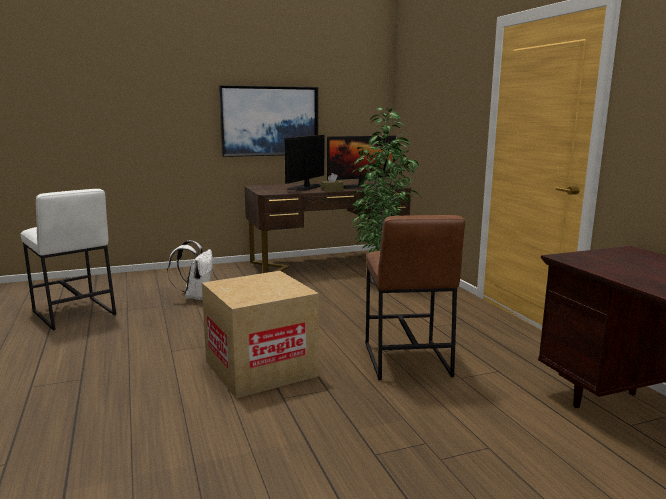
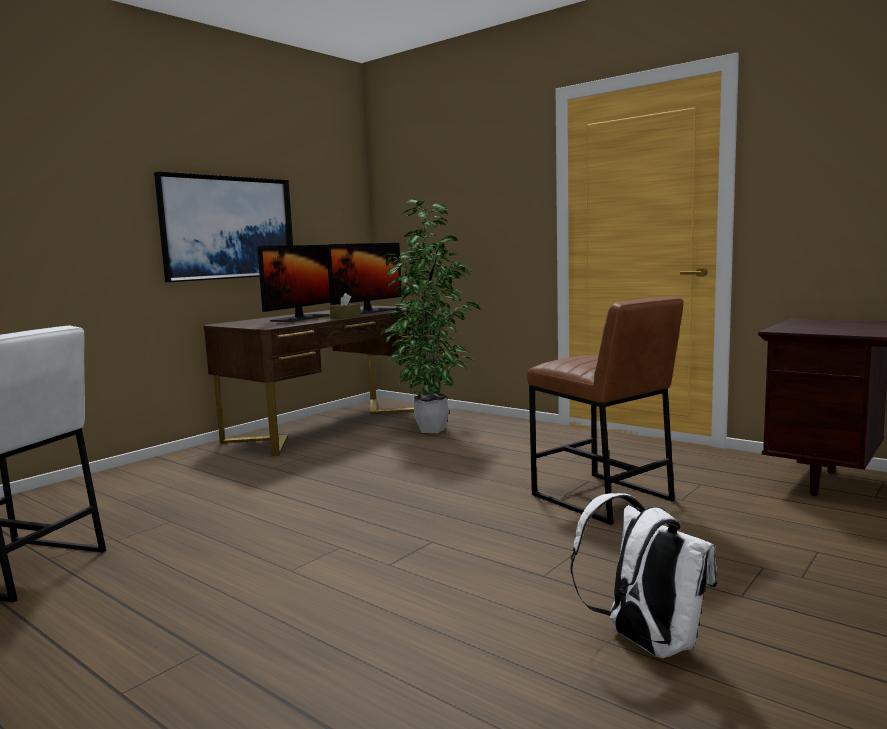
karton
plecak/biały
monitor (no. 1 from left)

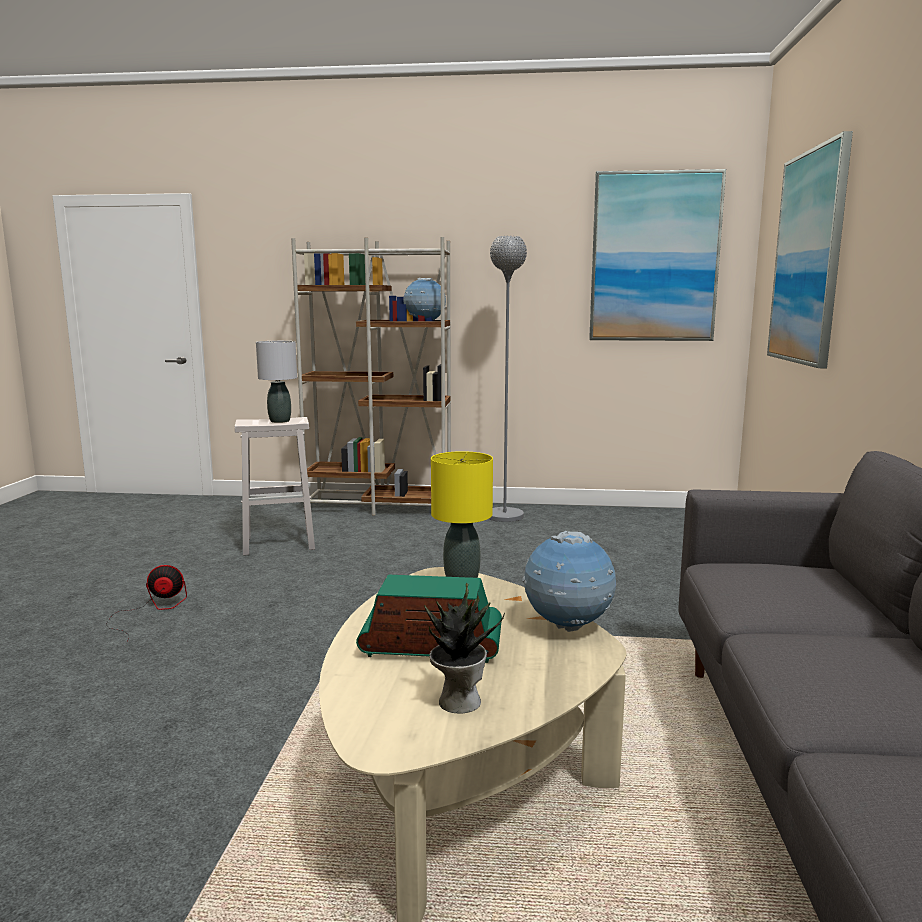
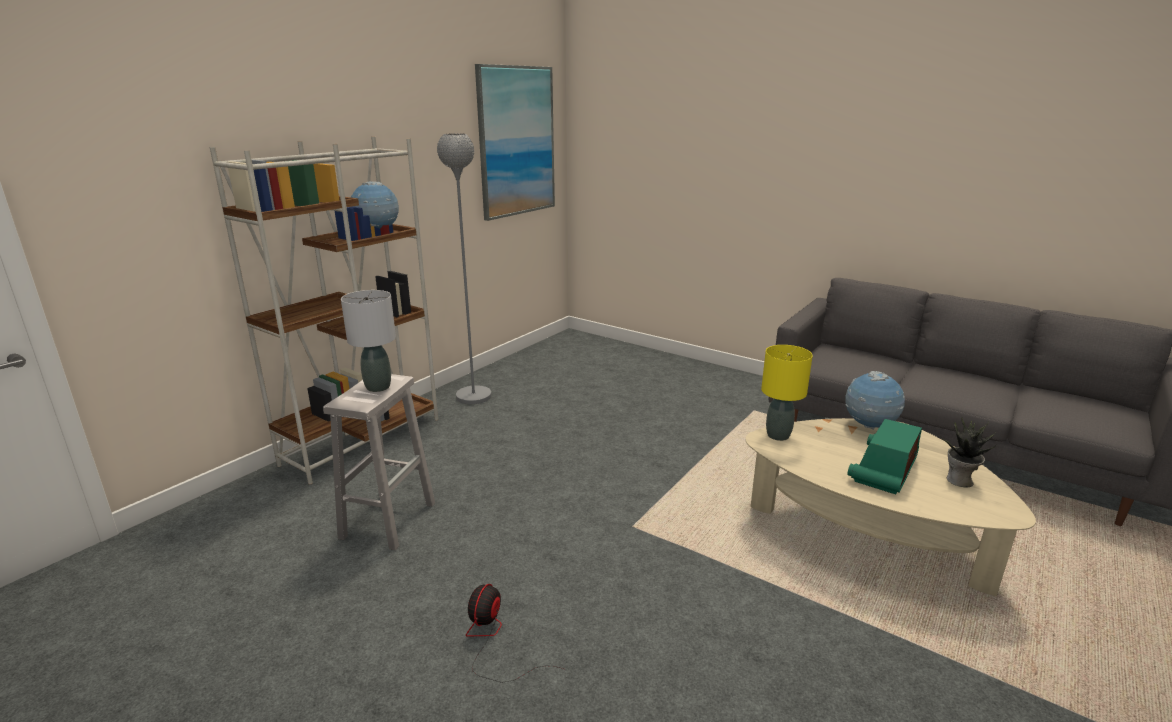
obraz (no. 2 from left in the first image)

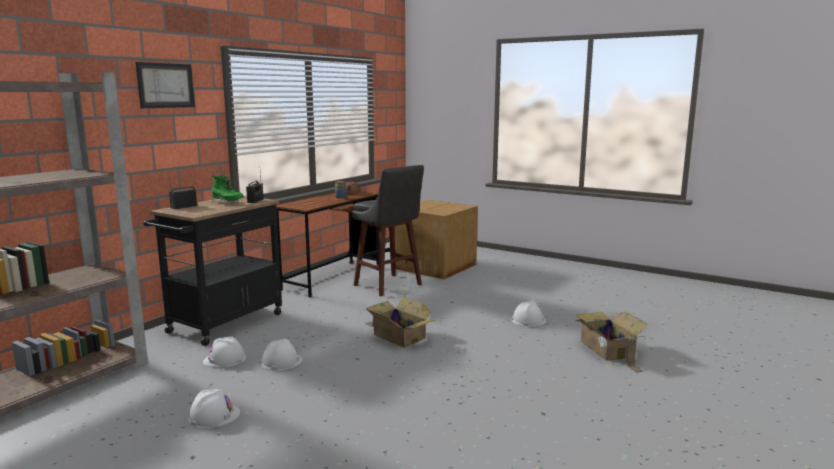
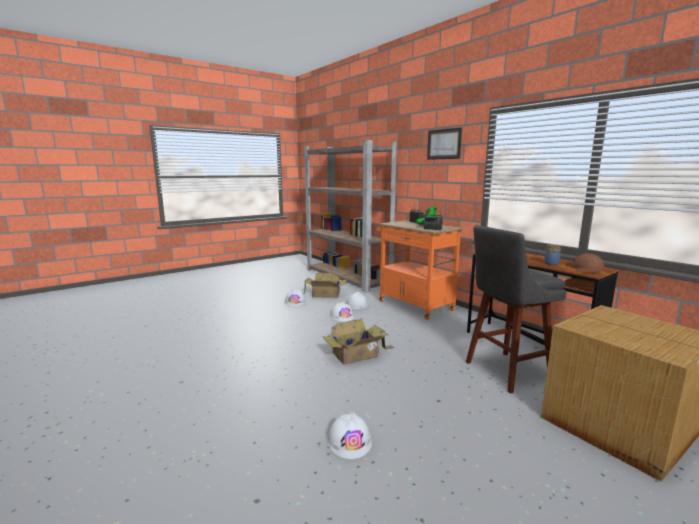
karton (no. 1 from left)
wózek/pomarańczowy

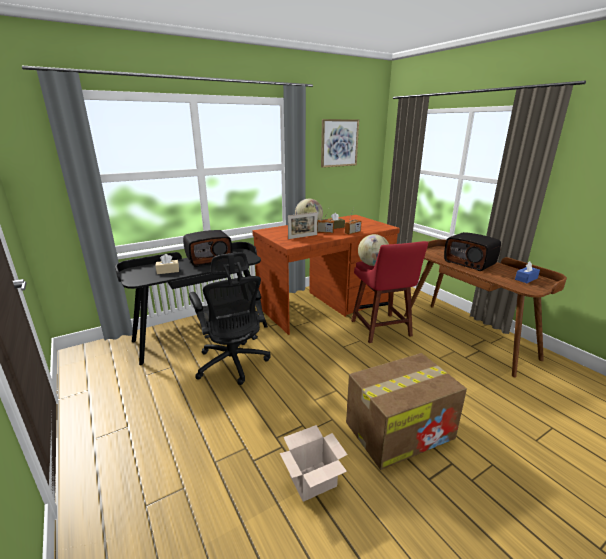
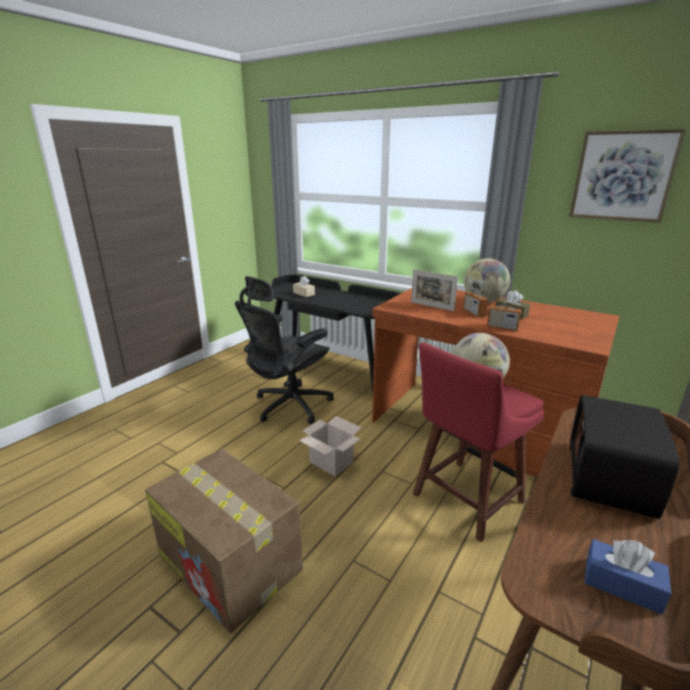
radio (no. 1 from left in the first image)
karton (no. 2 from left)

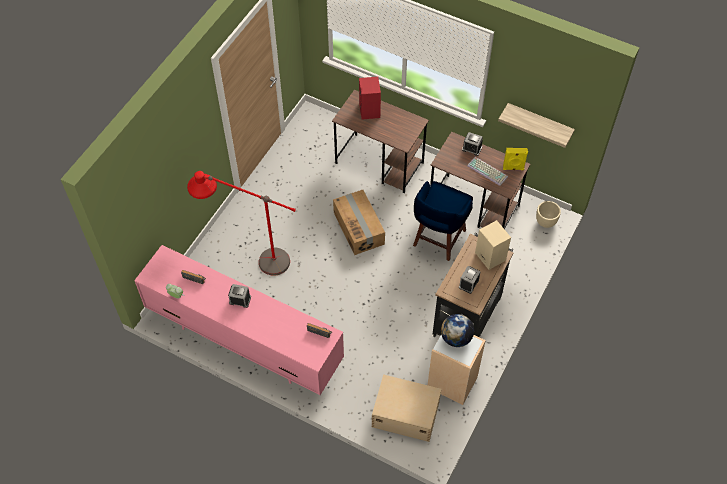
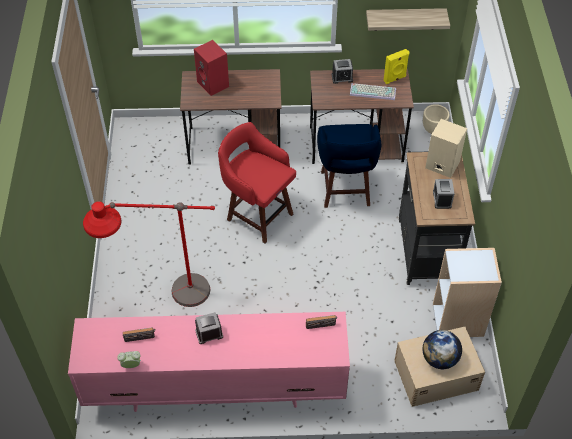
globus
stołek/czerwony

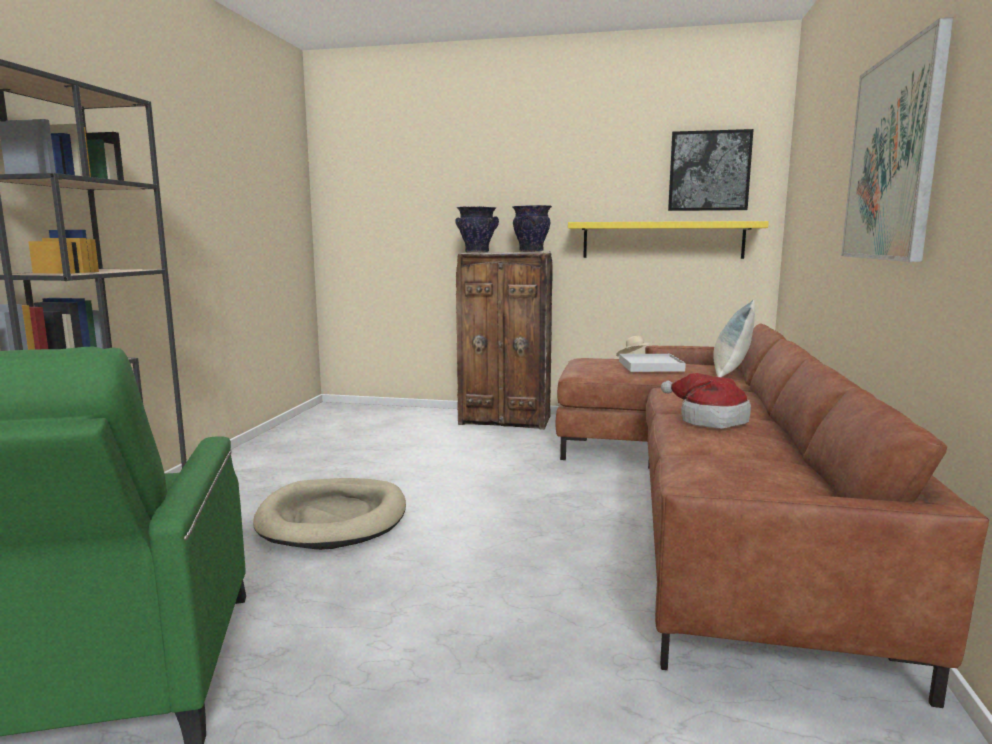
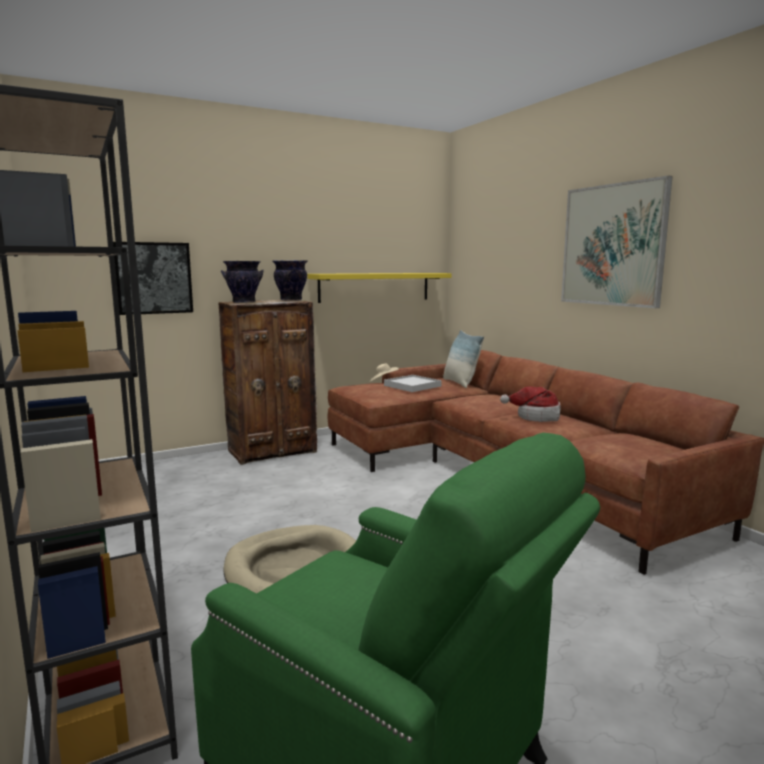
obraz (no. 1 from left)

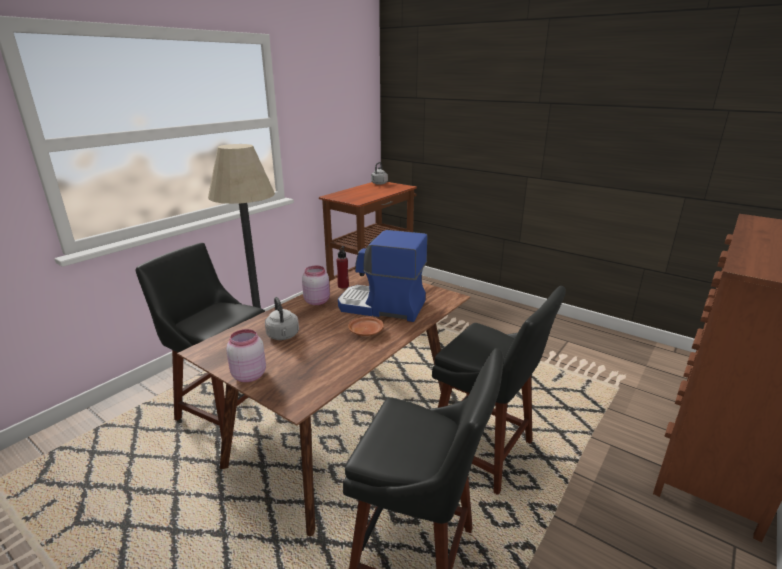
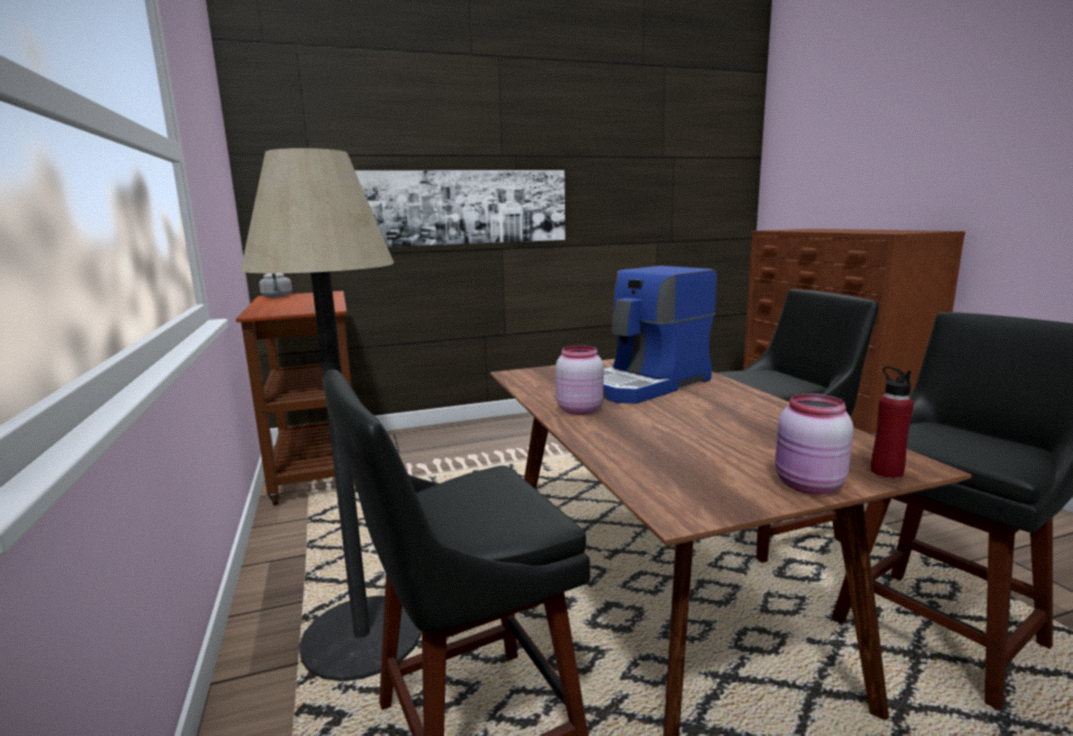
czajnik/szary (no. 1 from left in the first image)
talerz/brązowy
obraz
butelka/czerwony

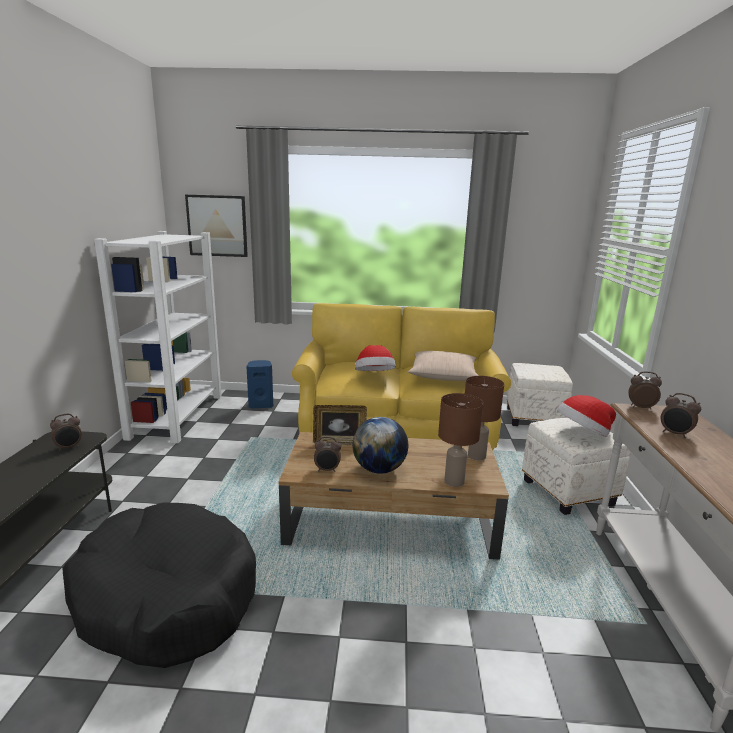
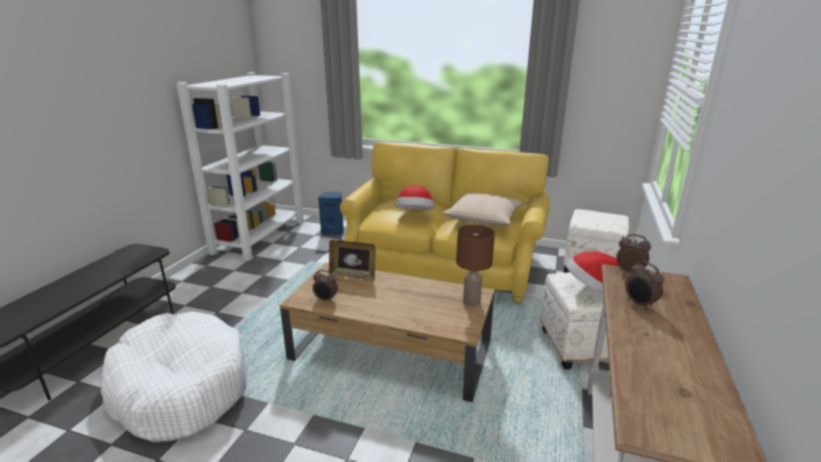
budzik (no. 1 from left in the first image)
obraz
globus
lampa stołowa/brązowy (no. 1 from left in the first image)
legowisko/biały

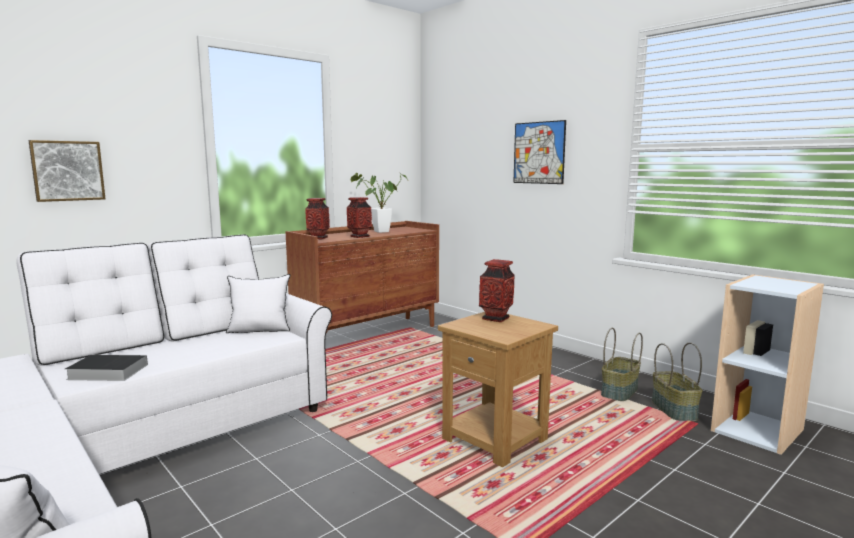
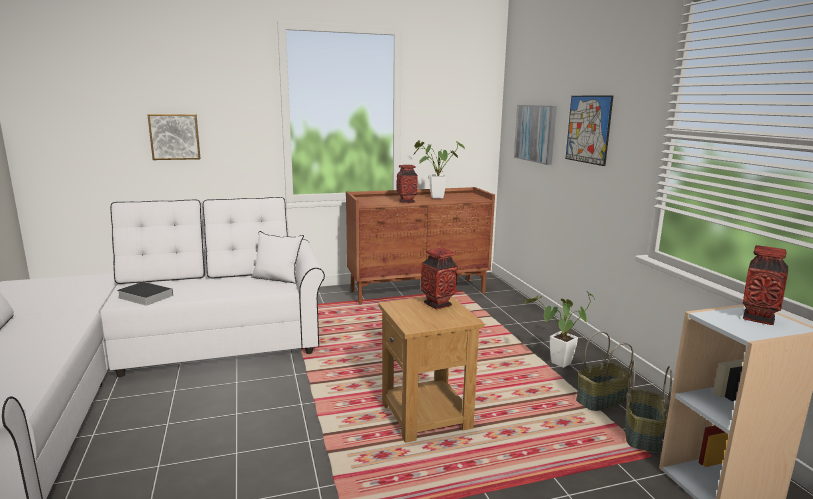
obraz (no. 2 from left)
roślina doniczkowa (no. 2 from left)
wazon (no. 3 from left)

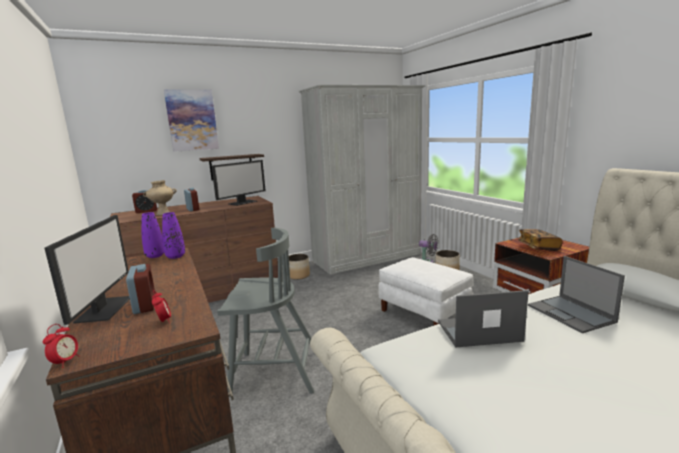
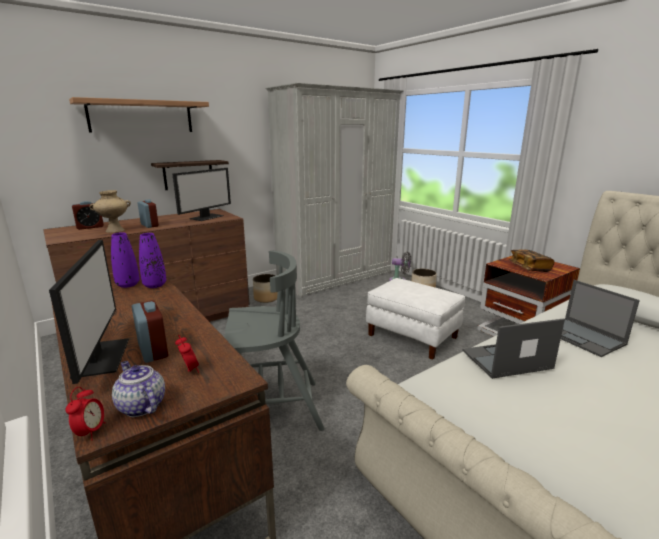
imbryk
półka (no. 1 from left)

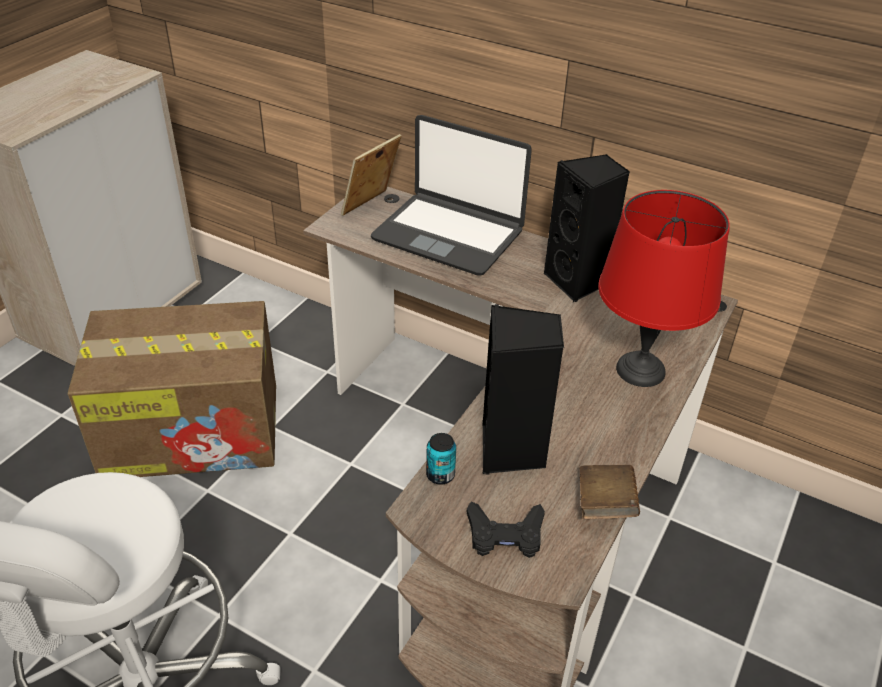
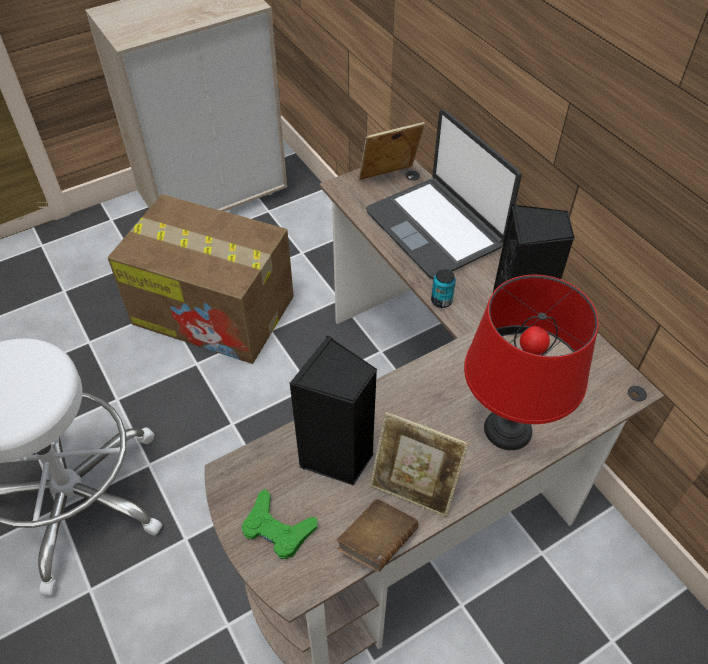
ramka na zdjęcie (no. 2 from left)
puszka
pad do gier/zielony

